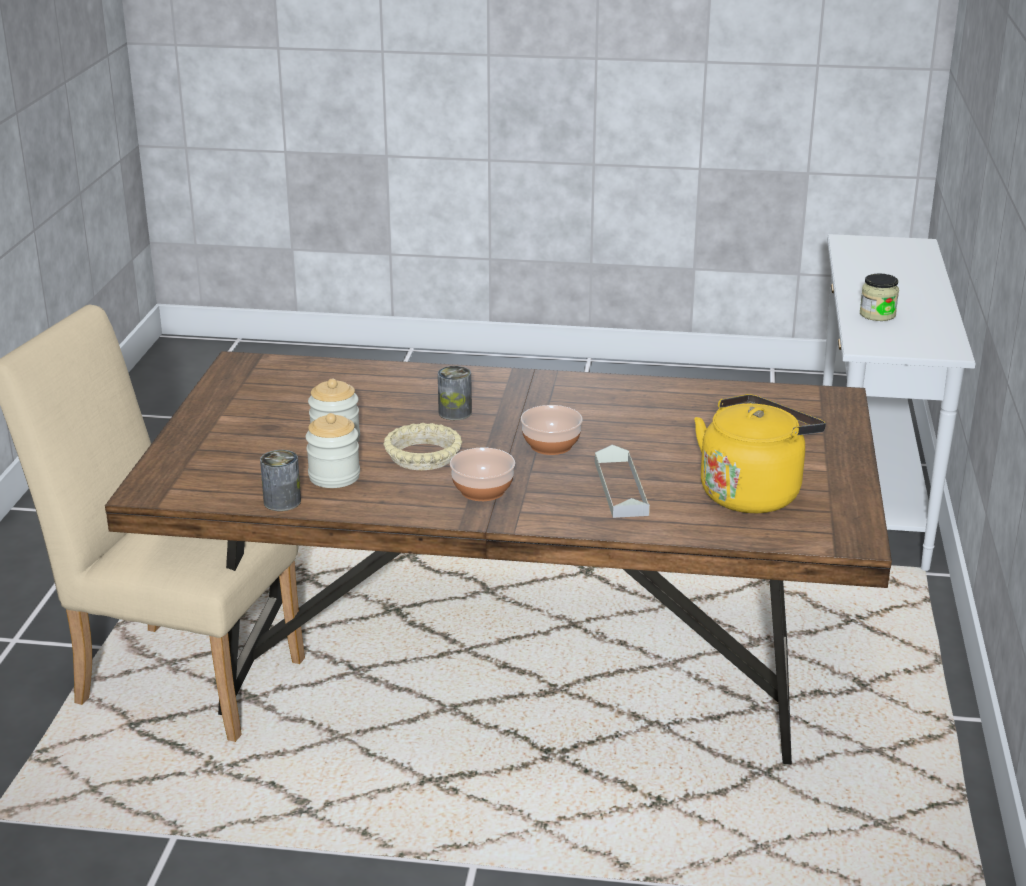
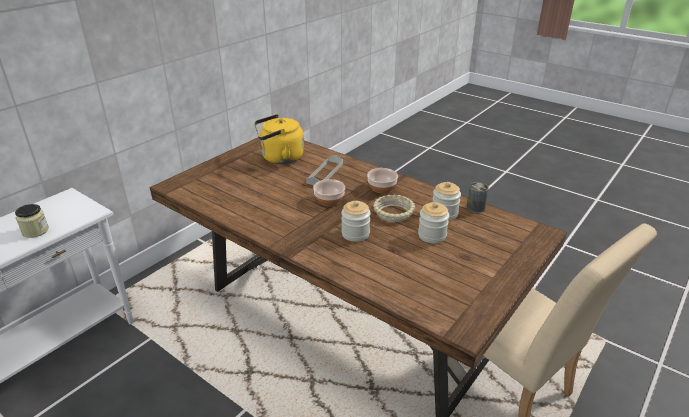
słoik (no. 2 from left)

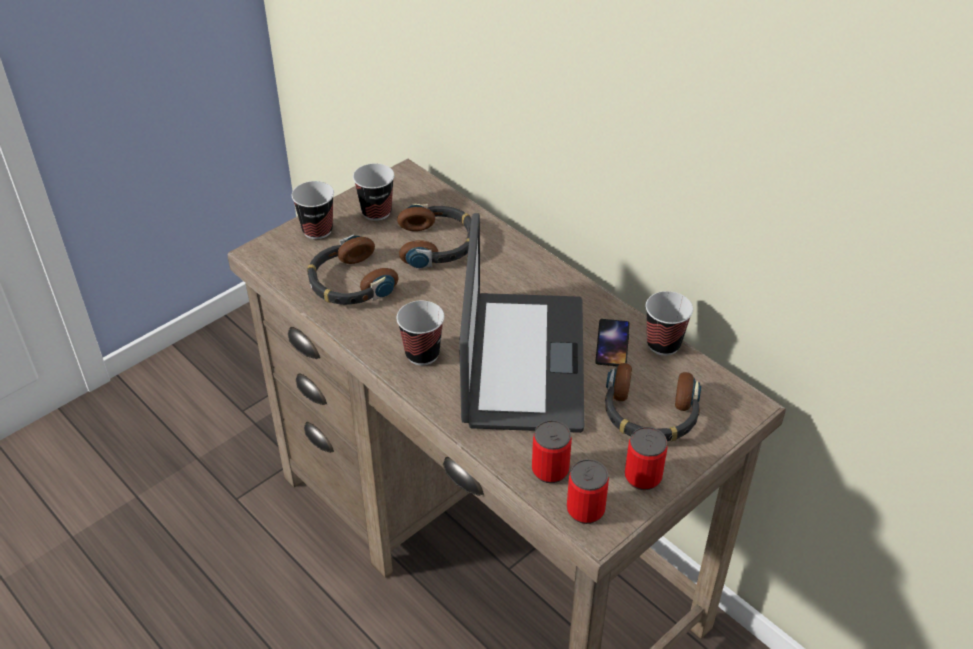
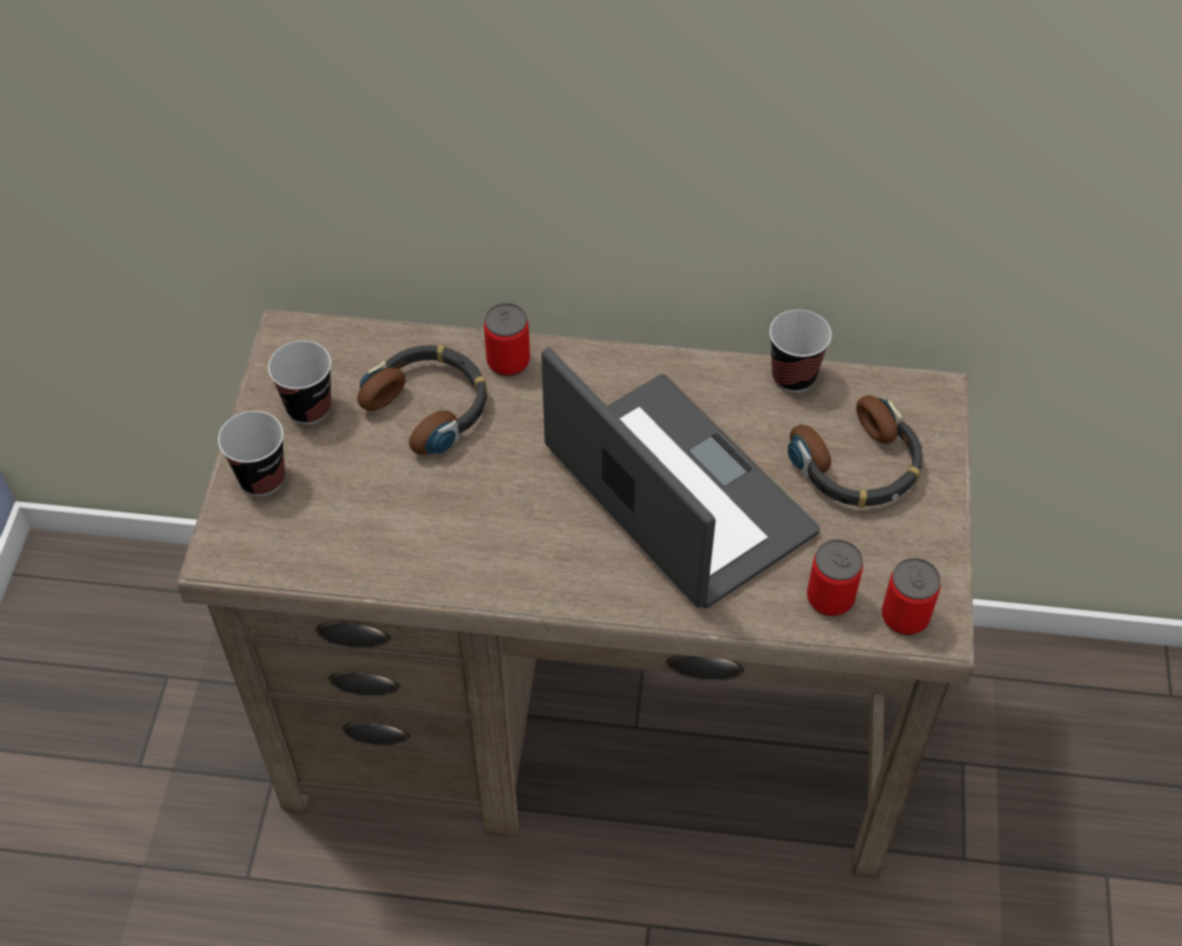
słuchawki (no. 1 from left in the first image)
filiżanka (no. 3 from left in the first image)
telefon
puszka (no. 1 from left)

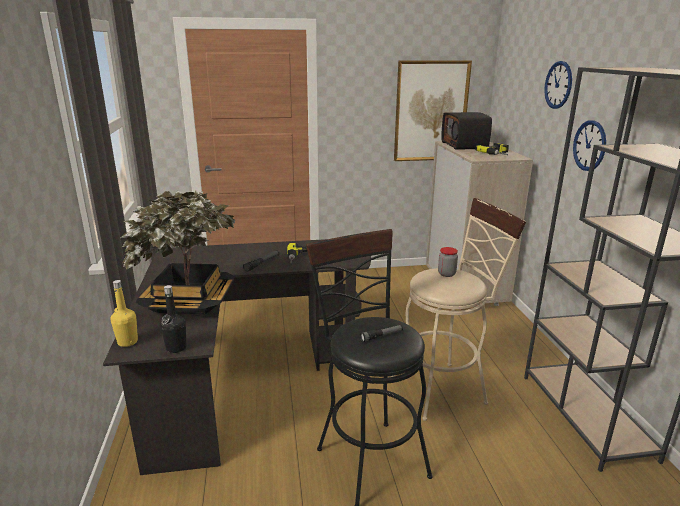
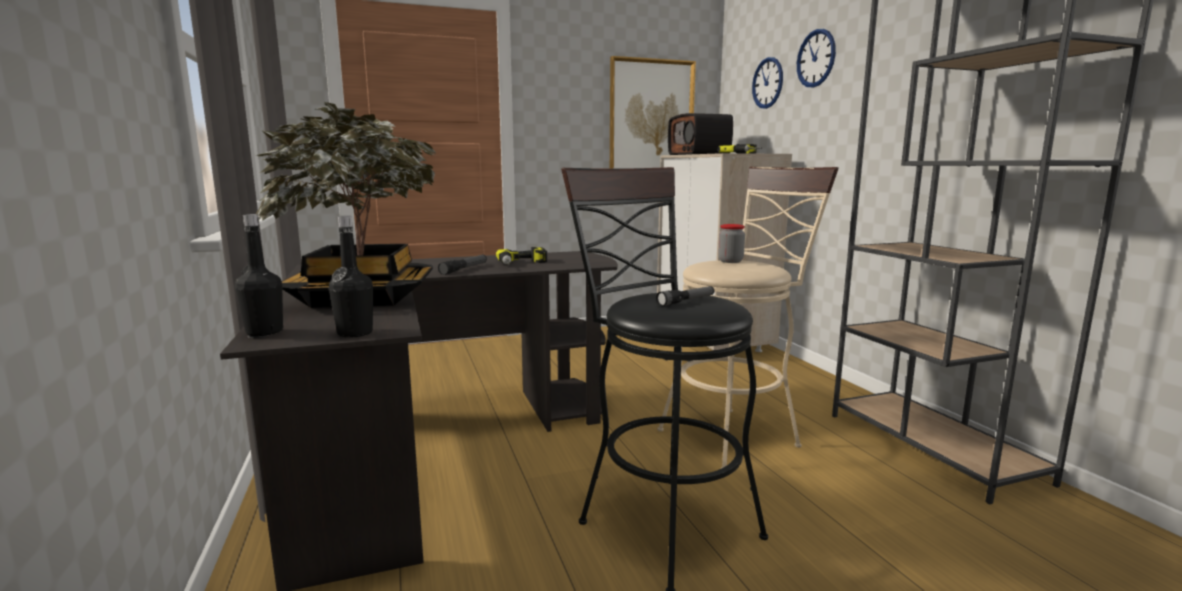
zegar ścienny (no. 1 from left)
butelka/czarny (no. 1 from left)

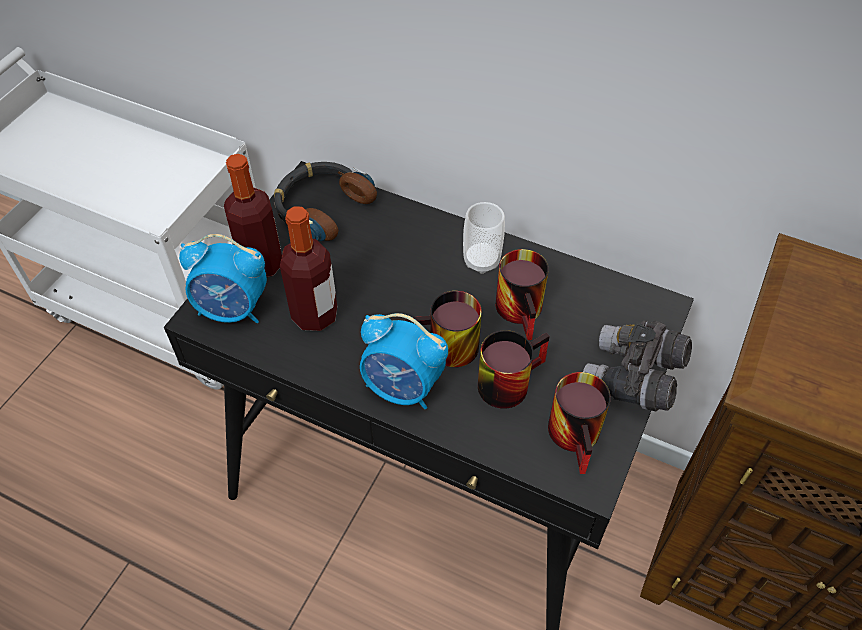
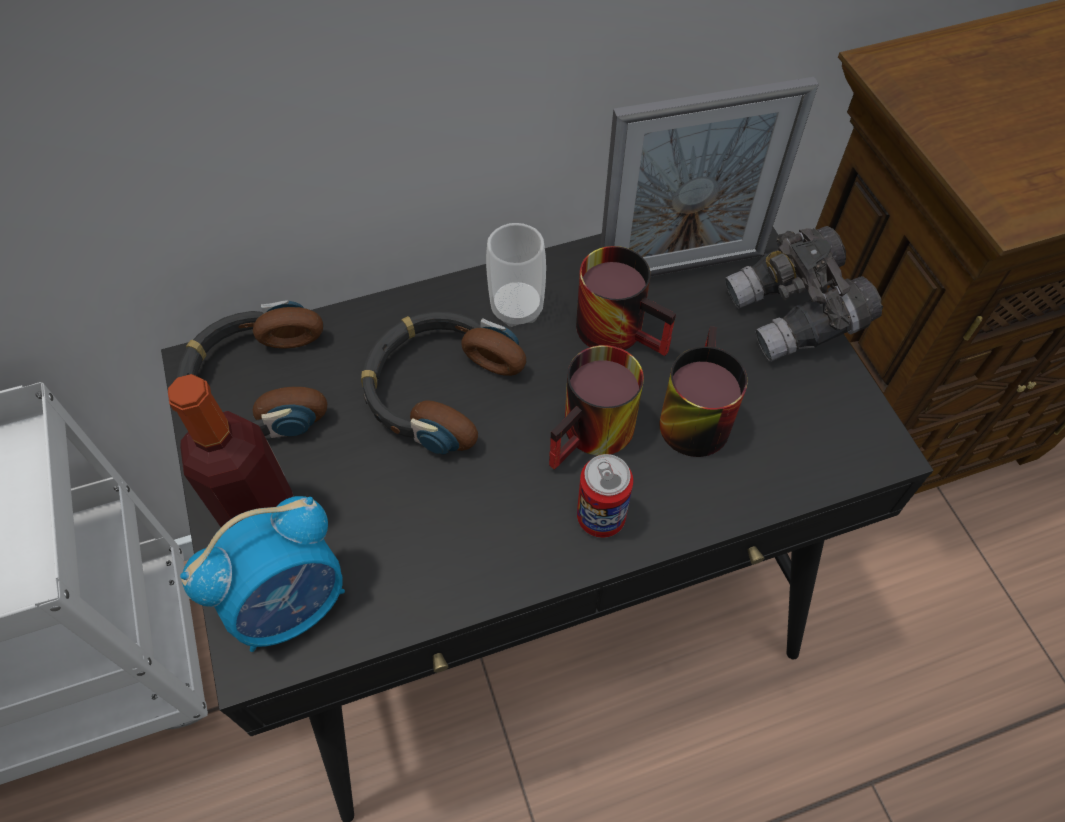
butelka (no. 2 from left in the first image)
kubek (no. 4 from left in the first image)
słuchawki (no. 2 from left)
ramka na zdjęcie
puszka

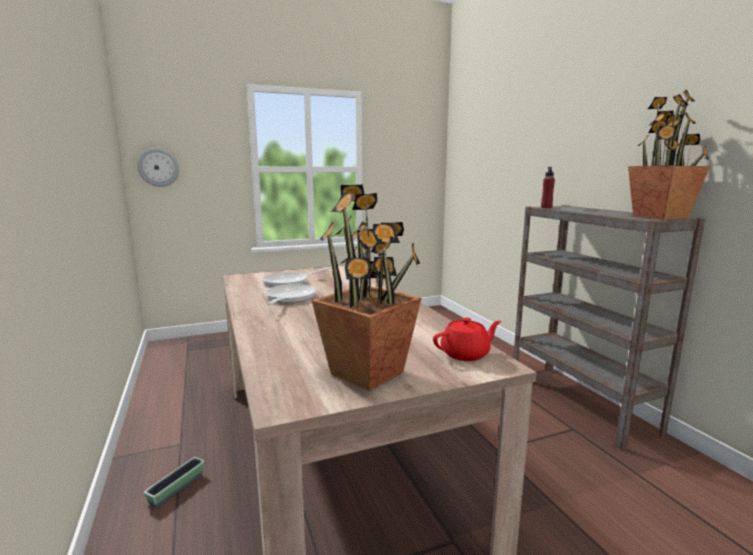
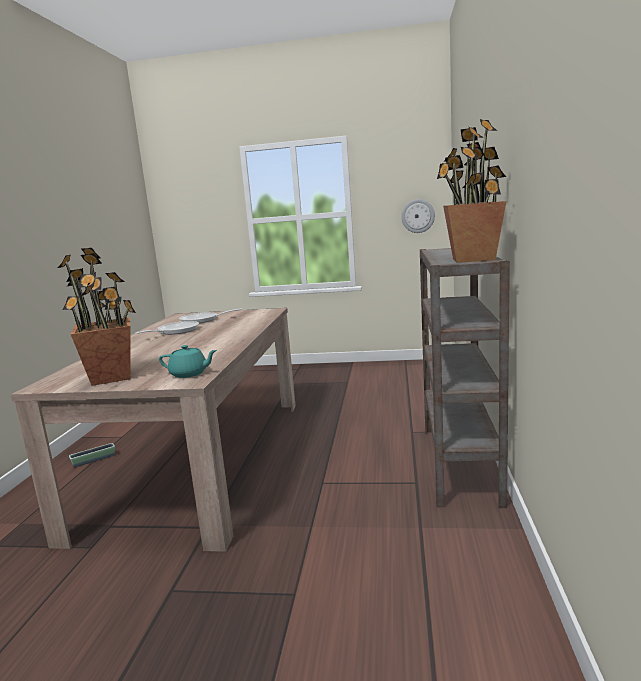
butelka/czerwony
zegar ścienny
imbryk/turkusowy

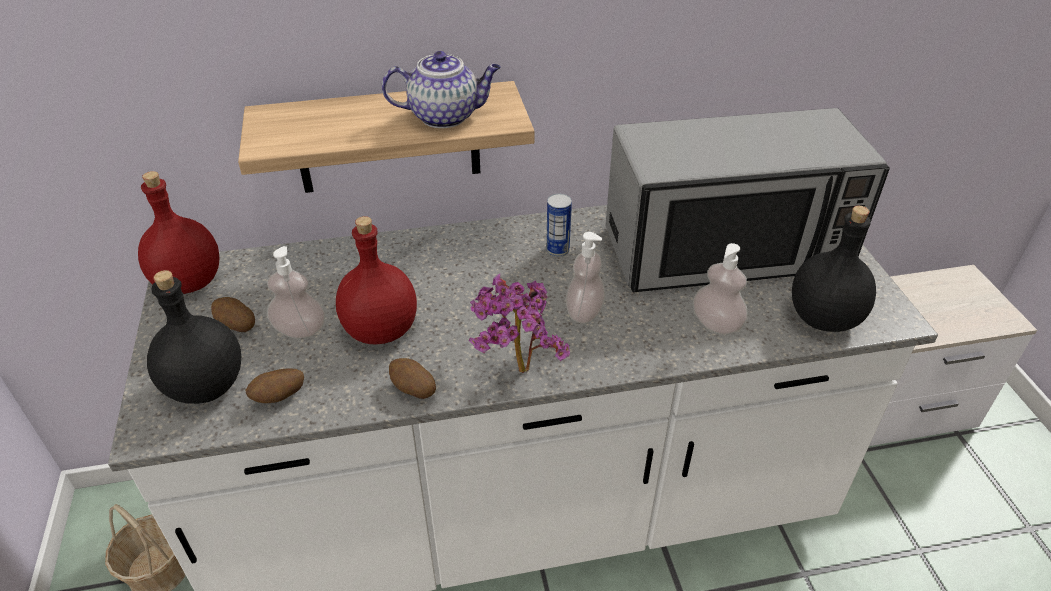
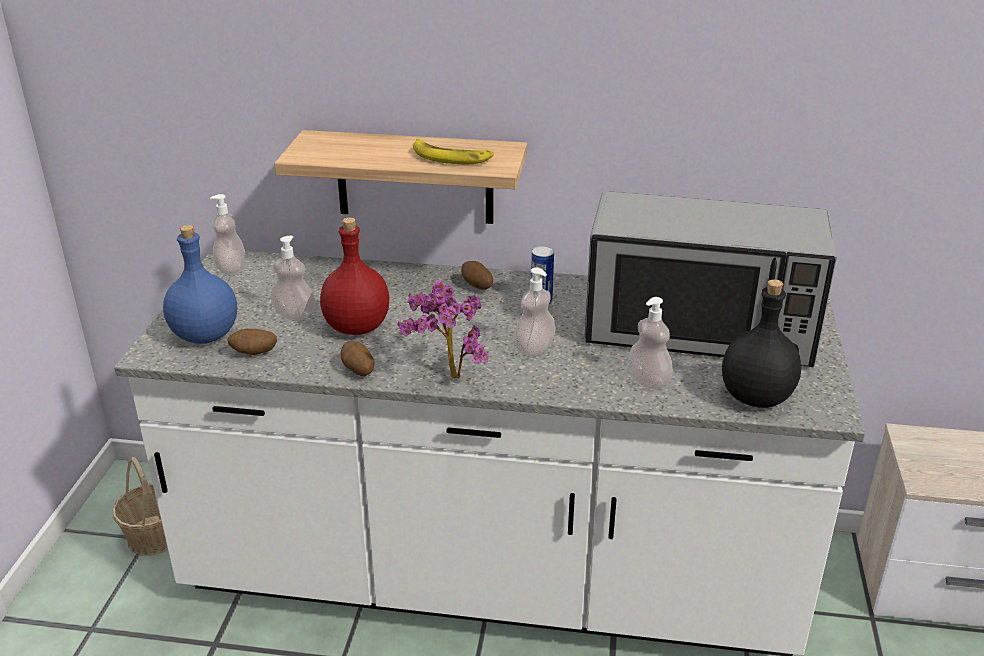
ziemniak (no. 3 from left)
dozownik mydła (no. 1 from left)
banan
butelka/niebieski

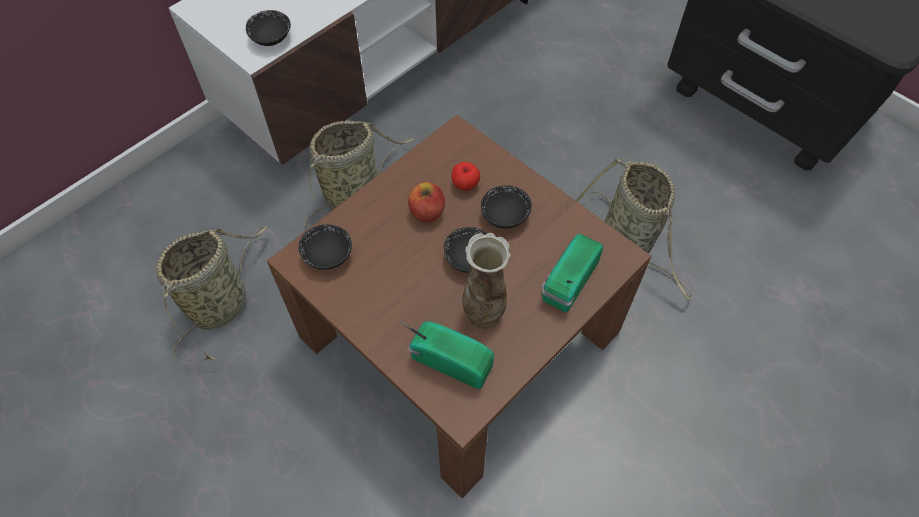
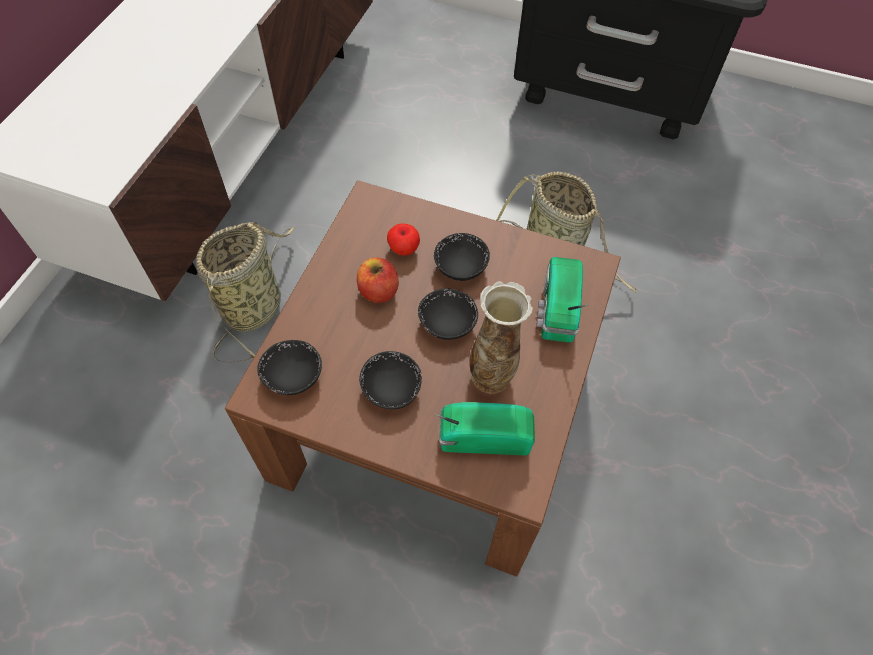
koszyk (no. 1 from left in the first image)
miska/czarny (no. 2 from left)

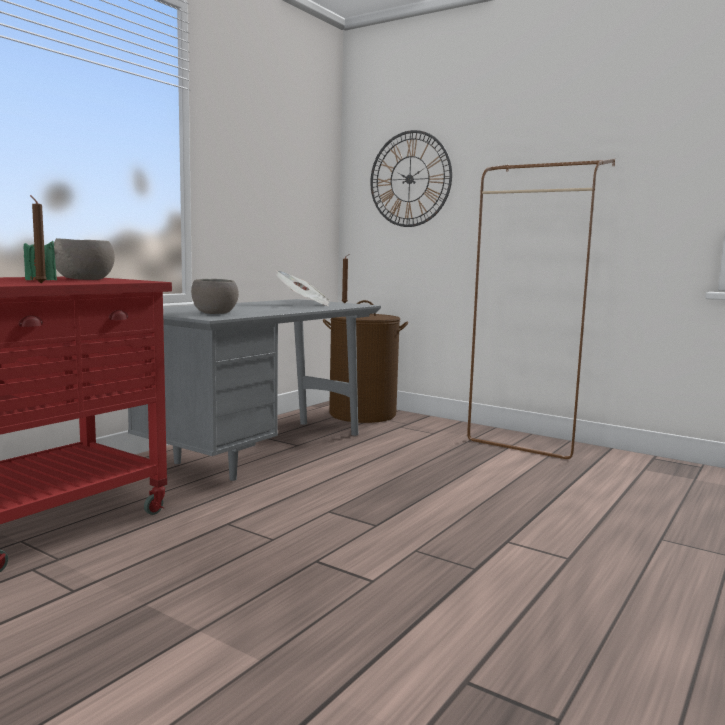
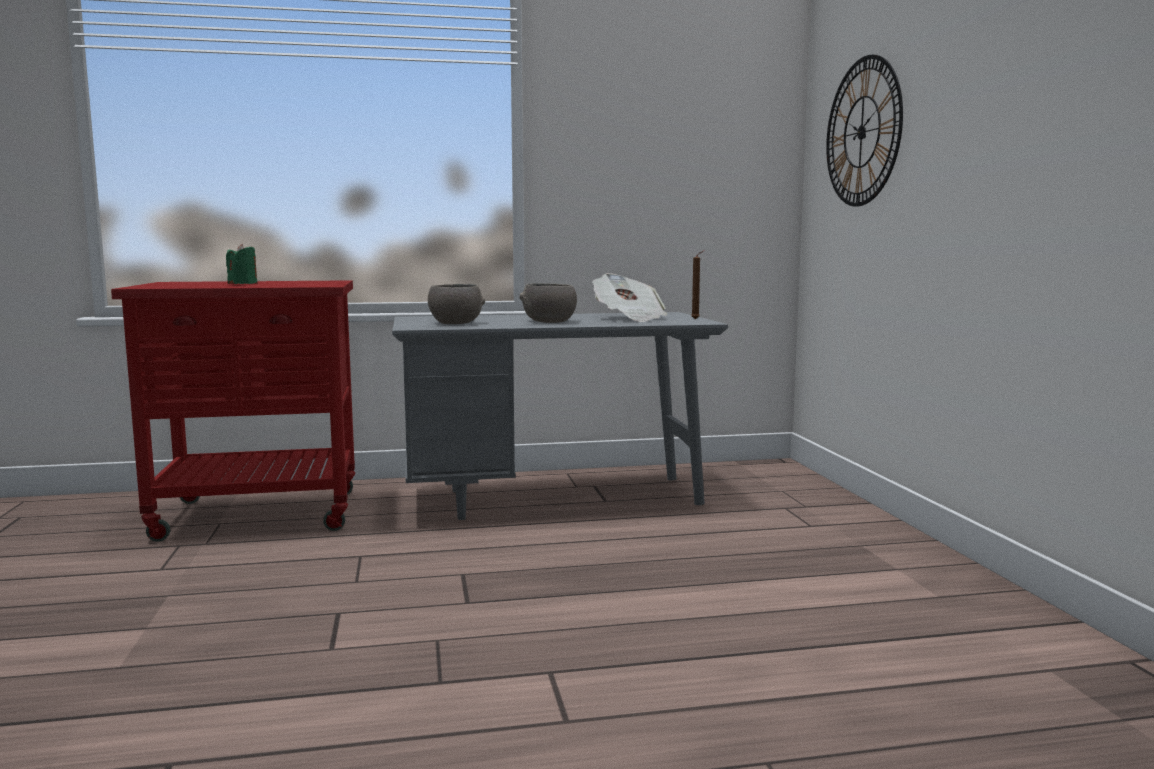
świeca/brązowy (no. 1 from left in the first image)
kosz na pranie/brązowy
wieszak/brązowy
miska/szary (no. 2 from left)

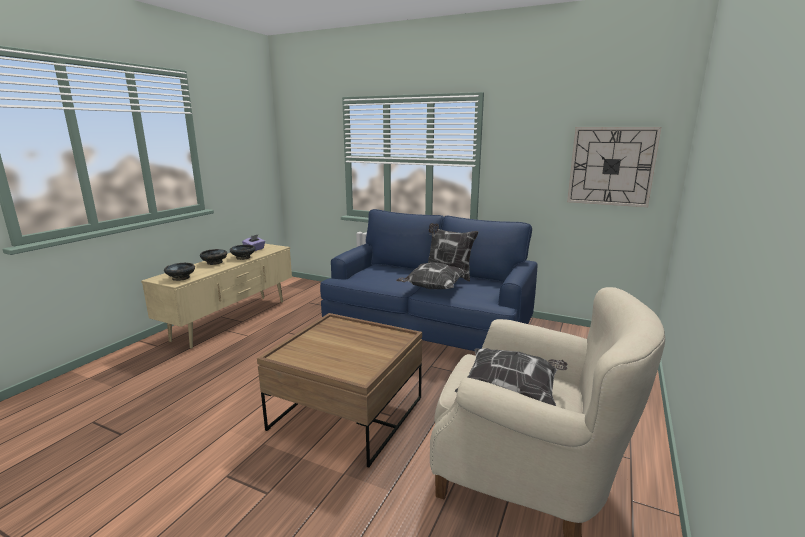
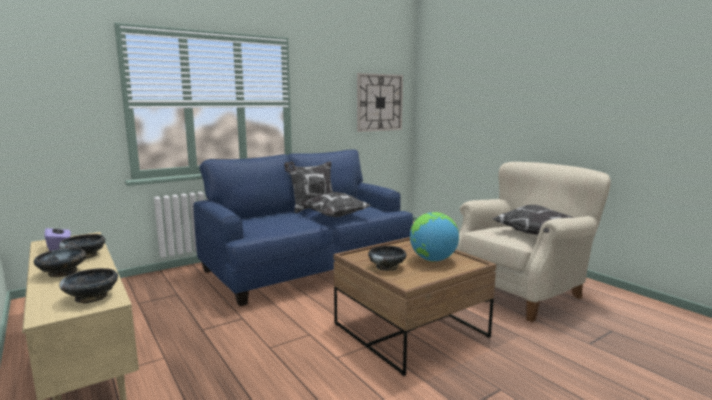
miska/czarny (no. 4 from left)
globus

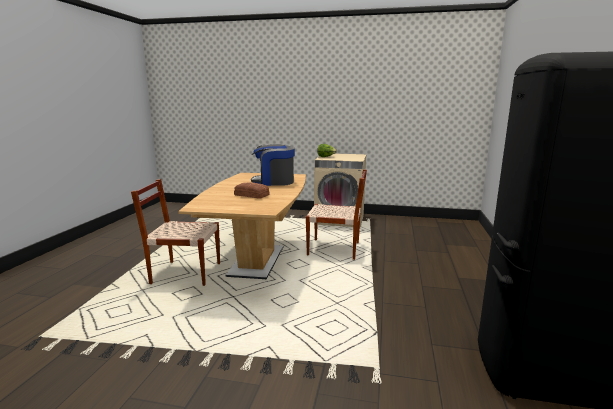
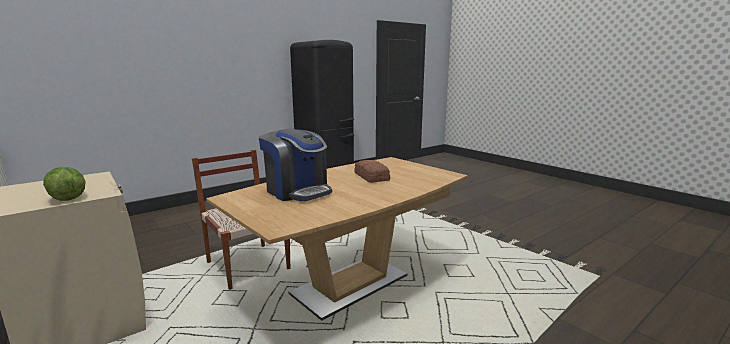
krzesło (no. 1 from left in the first image)

